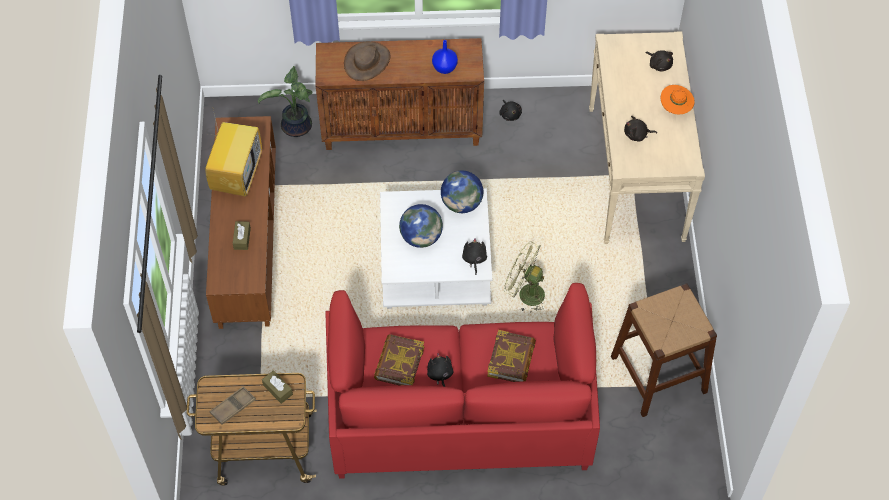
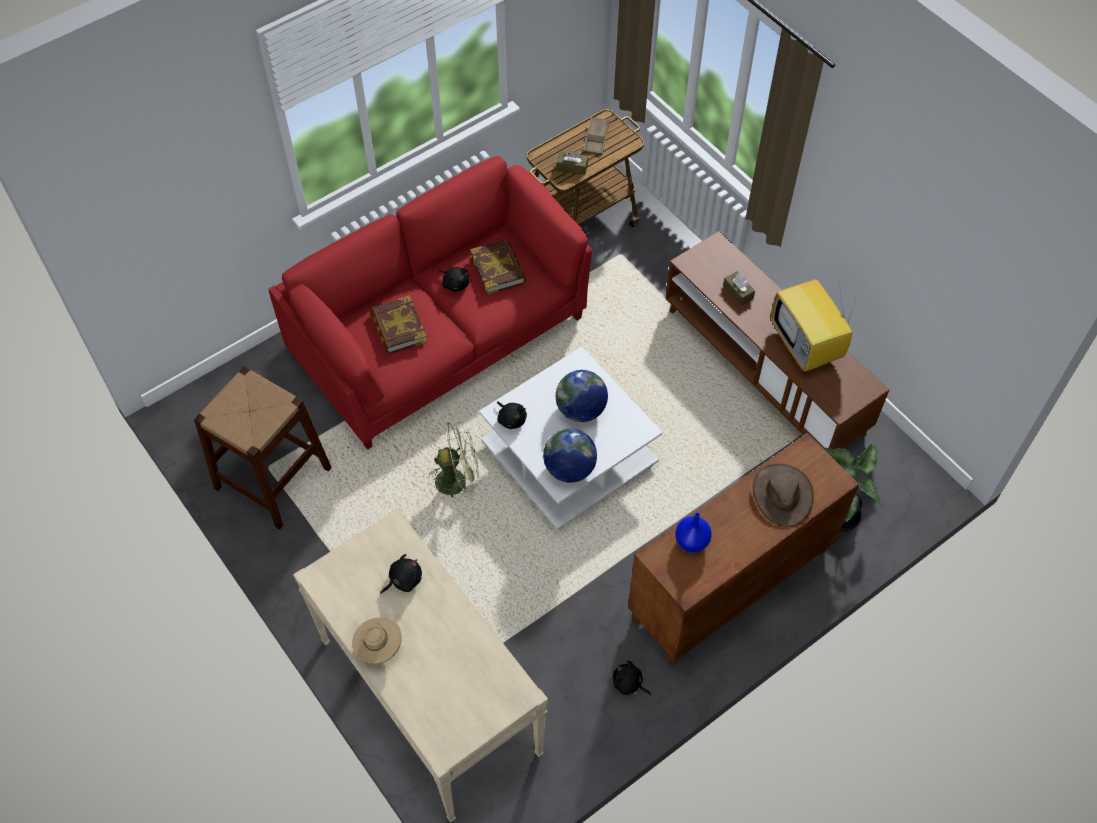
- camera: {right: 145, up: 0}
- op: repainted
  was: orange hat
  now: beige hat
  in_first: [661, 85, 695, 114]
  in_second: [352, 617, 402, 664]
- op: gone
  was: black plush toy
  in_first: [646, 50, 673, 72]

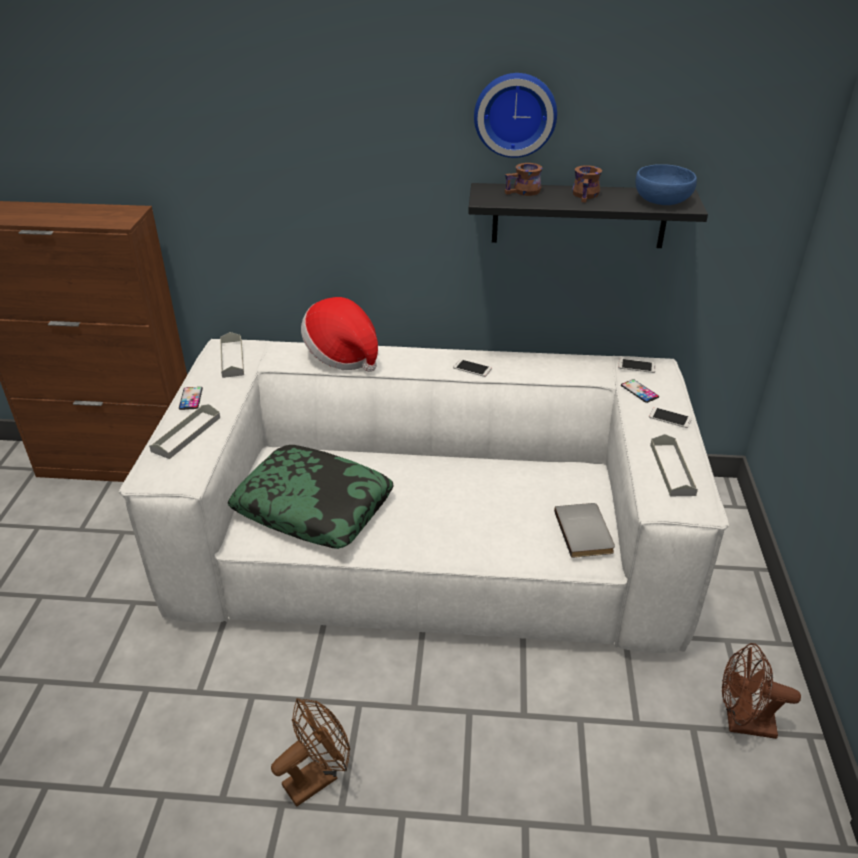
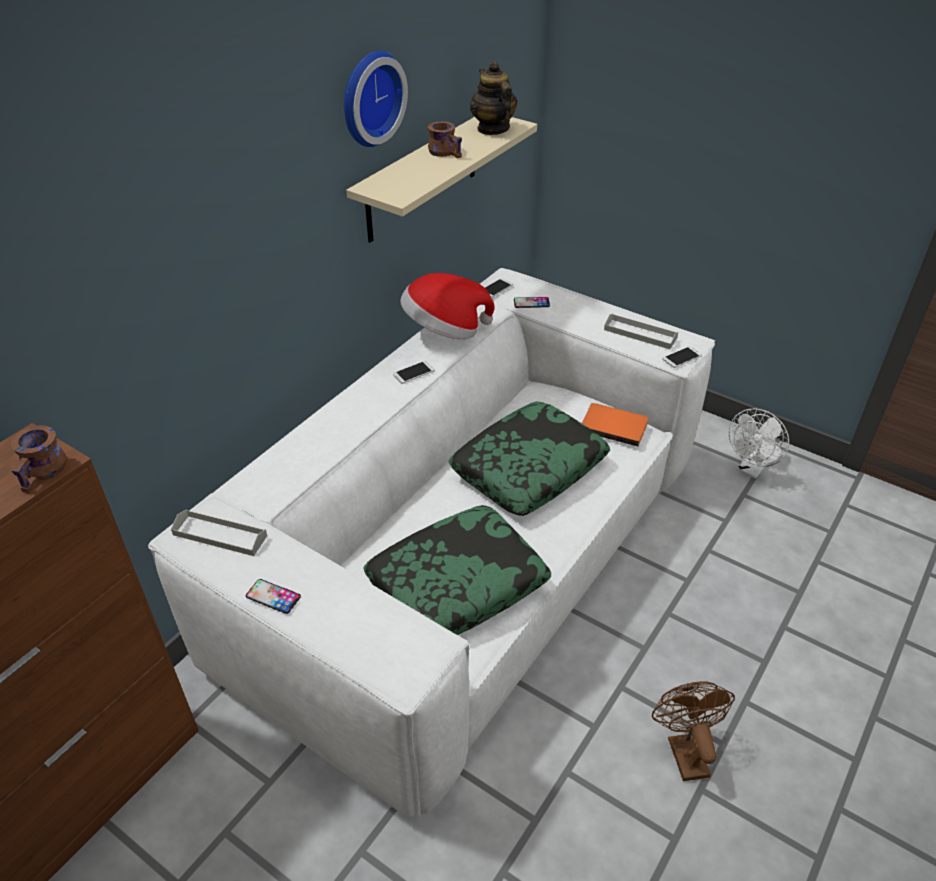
- camera: {right: -60, up: 5}
- op: shifted
  was: brown mug
  in_first: [505, 163, 542, 196]
  in_second: [11, 425, 66, 493]
- op: repainted
  was: black shelf
  now: beige shelf
  in_first: [468, 183, 708, 248]
  in_second: [346, 117, 537, 243]
- op: shifted
  was: hat
  in_first: [301, 297, 378, 372]
  in_second: [400, 273, 495, 339]
- op: new
  now: pillow
  in_second: [448, 402, 610, 516]
- op: swapped
  was: blue bowl
  now: teapot
  in_first: [635, 164, 697, 205]
  in_second: [470, 61, 517, 135]
- op: repainted
  was: grey book
  now: orange book
  in_first: [554, 503, 615, 558]
  in_second: [582, 403, 648, 447]
- op: shifted
  was: phone
  in_first: [649, 407, 692, 428]
  in_second: [662, 346, 702, 368]
- op: repainted
  was: brown fan
  now: white fan
  in_first: [722, 643, 801, 739]
  in_second: [729, 408, 789, 479]
- op: gone
  was: grey tray
  in_first: [149, 404, 220, 459]

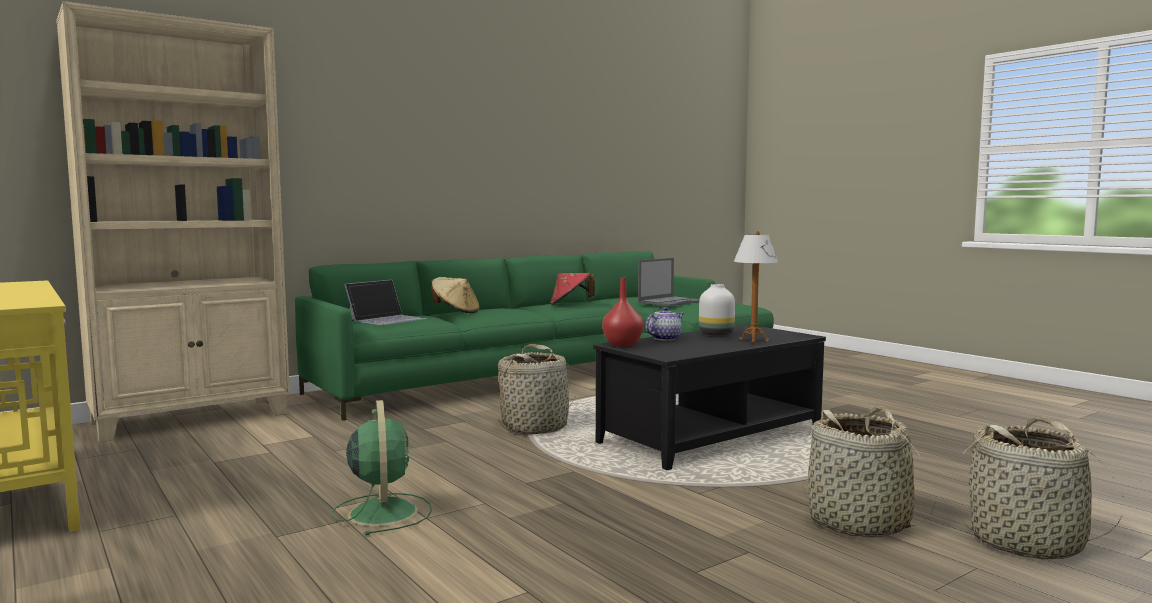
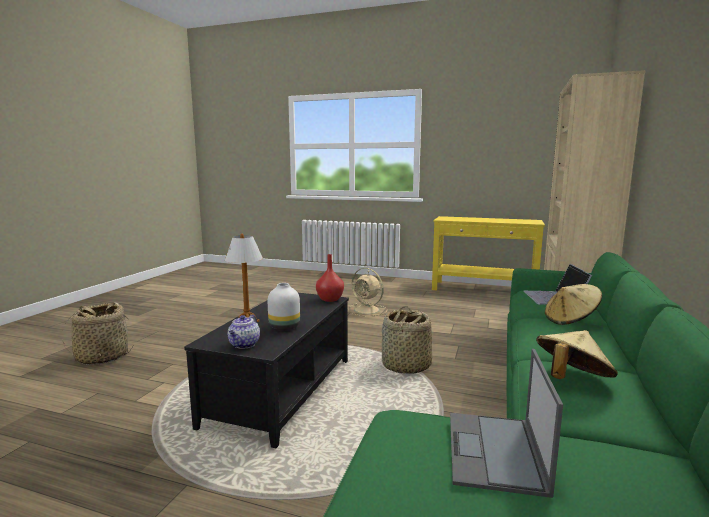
- camera: {right: 145, up: 5}
- op: shifted
  was: teapot
  in_first: [645, 307, 684, 341]
  in_second: [228, 314, 260, 349]
- op: repainted
  was: green fan
  now: beige fan
  in_first: [331, 400, 432, 535]
  in_second: [348, 268, 387, 317]
- op: repainted
  was: red hat
  now: beige hat
  in_first: [551, 273, 595, 305]
  in_second: [536, 330, 618, 379]
- op: gone
  was: basket
  in_first: [802, 406, 935, 538]

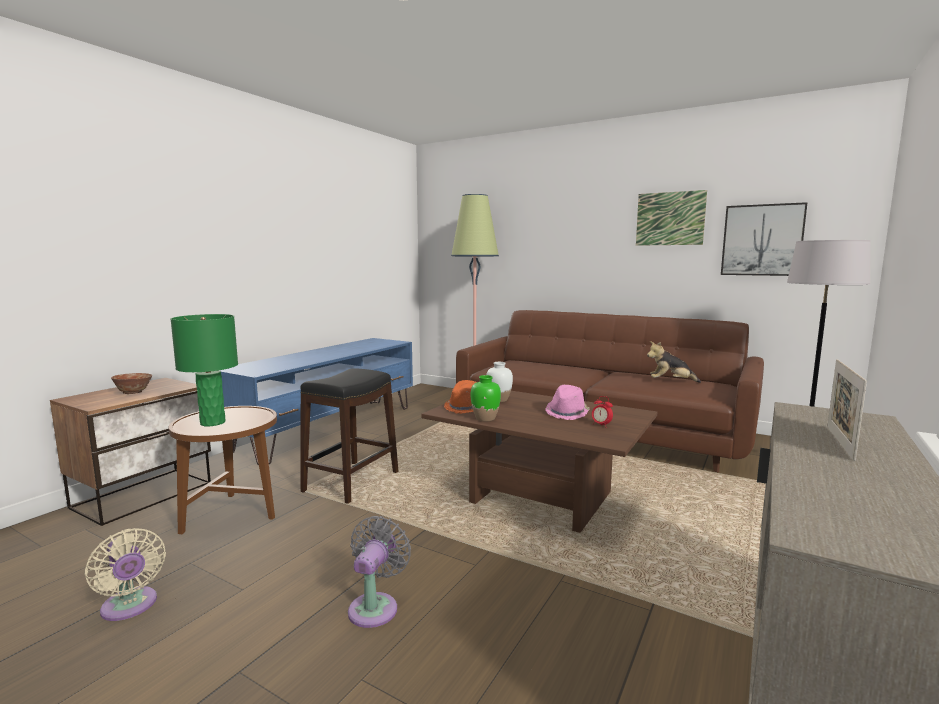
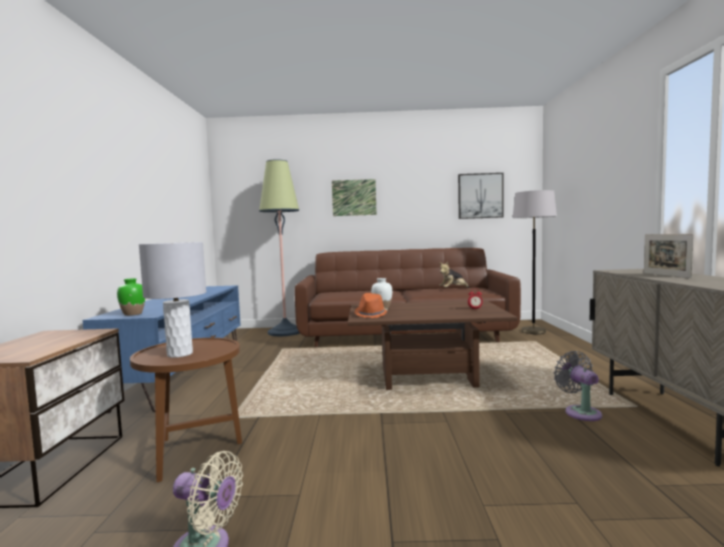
- camera: {right: -30, up: -5}
- op: shifted
  was: green vase
  in_first: [471, 375, 501, 422]
  in_second: [117, 278, 145, 316]
- op: repainted
  was: green table lamp
  now: grey table lamp
  in_first: [170, 314, 238, 426]
  in_second: [139, 242, 206, 358]
- op: shifted
  was: picture
  in_first: [636, 190, 707, 246]
  in_second: [332, 179, 377, 216]
- op: shifted
  was: grey fan
  in_first: [348, 516, 411, 628]
  in_second: [554, 351, 602, 421]
- op: gone
  was: bowl
  in_first: [111, 373, 152, 394]
- op: gone
  was: black stool
  in_first: [300, 369, 399, 504]
- op: gone
  was: pink hat
  in_first: [545, 385, 590, 420]

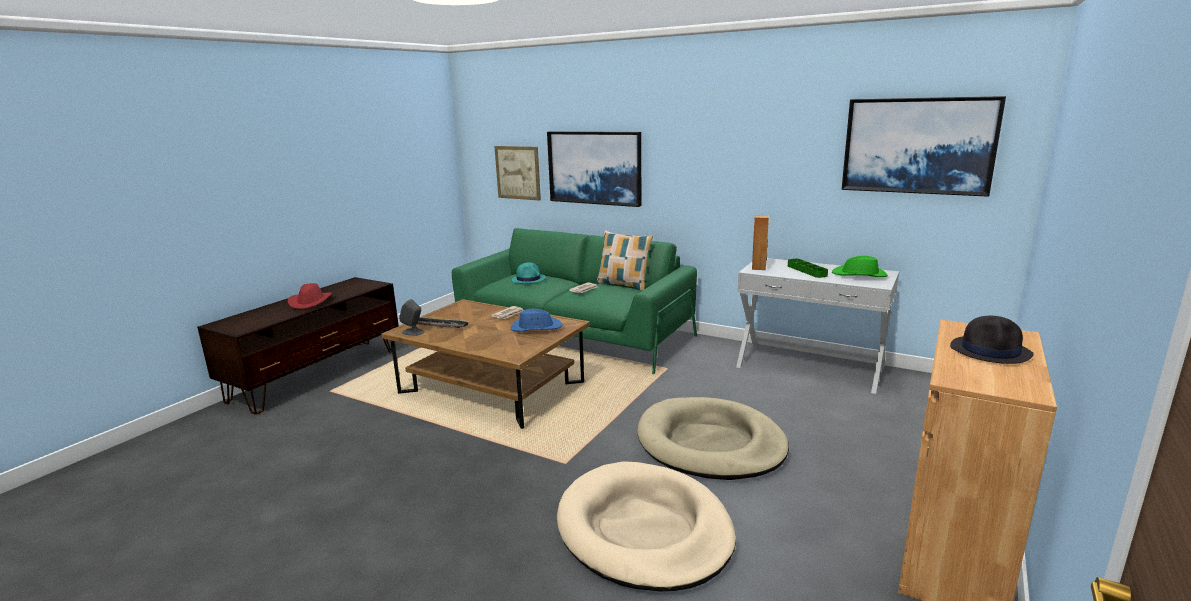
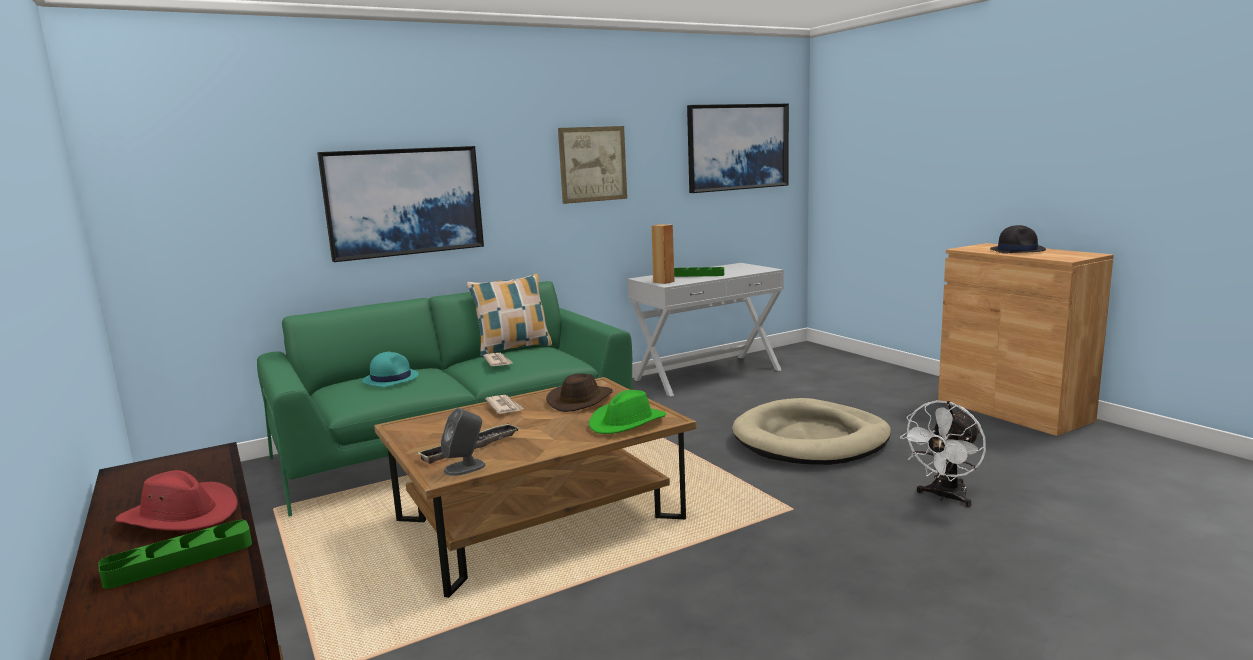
- camera: {right: -60, up: -5}
- op: new
  now: green tray
  in_second: [98, 520, 252, 589]
- op: repainted
  was: blue hat
  now: brown hat
  in_first: [511, 309, 563, 332]
  in_second: [546, 373, 613, 412]
- op: shifted
  was: picture
  in_first: [494, 146, 541, 200]
  in_second: [558, 126, 627, 204]
- op: shifted
  was: green hat
  in_first: [832, 256, 888, 277]
  in_second: [589, 390, 666, 434]
- op: swapped
  was: beige dog bed
  now: white fan
  in_first: [557, 461, 736, 592]
  in_second: [900, 400, 986, 507]

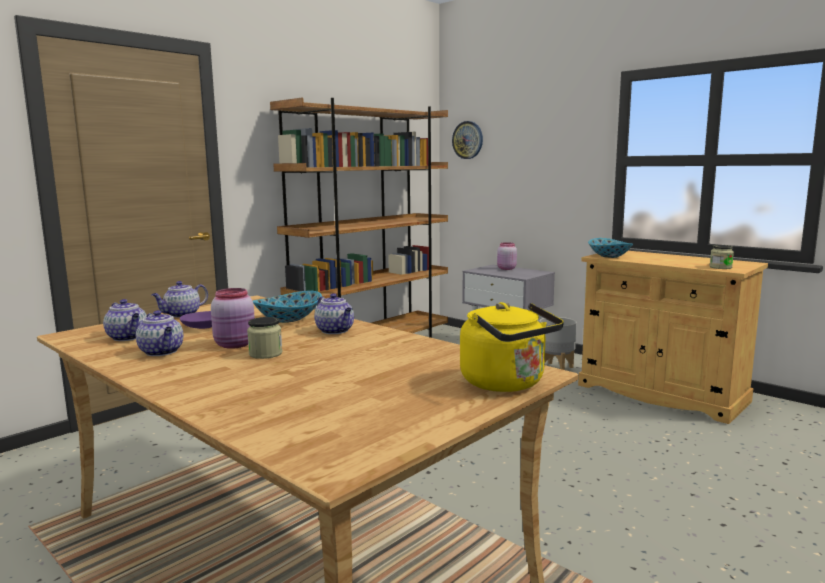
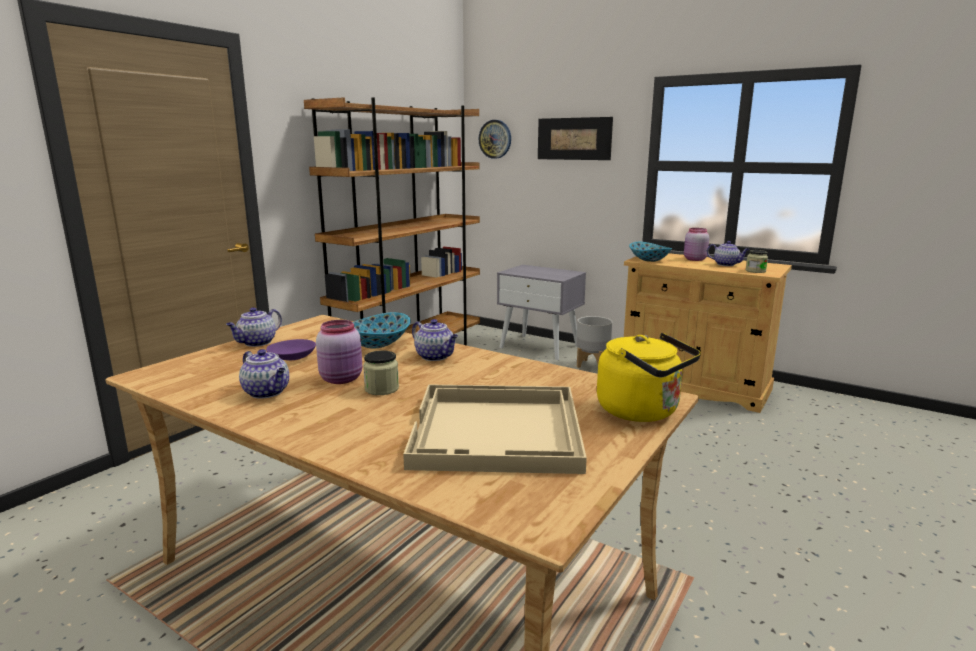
- camera: {right: -10, up: 5}
- op: new
  now: beige tray
  in_second: [403, 384, 587, 474]
- op: new
  now: picture
  in_second: [538, 117, 613, 160]
- op: shifted
  was: pink jar
  in_first: [497, 242, 517, 270]
  in_second: [684, 228, 709, 261]
- op: shifted
  was: teapot
  in_first: [103, 299, 147, 341]
  in_second: [707, 241, 750, 266]

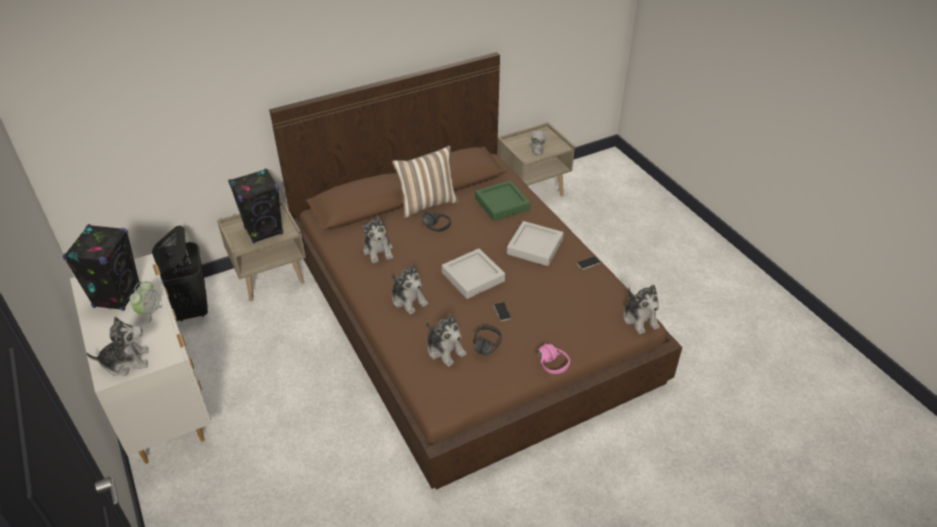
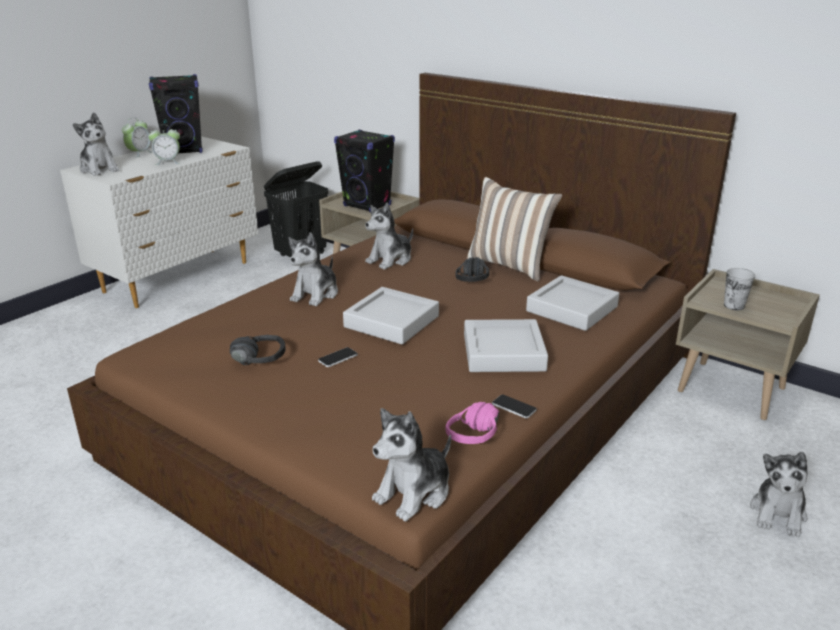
- camera: {right: 65, up: -15}
- op: new
  now: alarm clock
  in_second: [122, 117, 153, 158]
- op: shifted
  was: pink headphones
  in_first: [538, 344, 570, 374]
  in_second: [445, 402, 499, 444]
- op: repainted
  was: green tray
  now: grey tray
  in_first: [475, 180, 530, 221]
  in_second: [526, 275, 619, 331]
- op: shifted
  was: plush toy
  in_first: [426, 314, 467, 367]
  in_second: [750, 452, 808, 537]

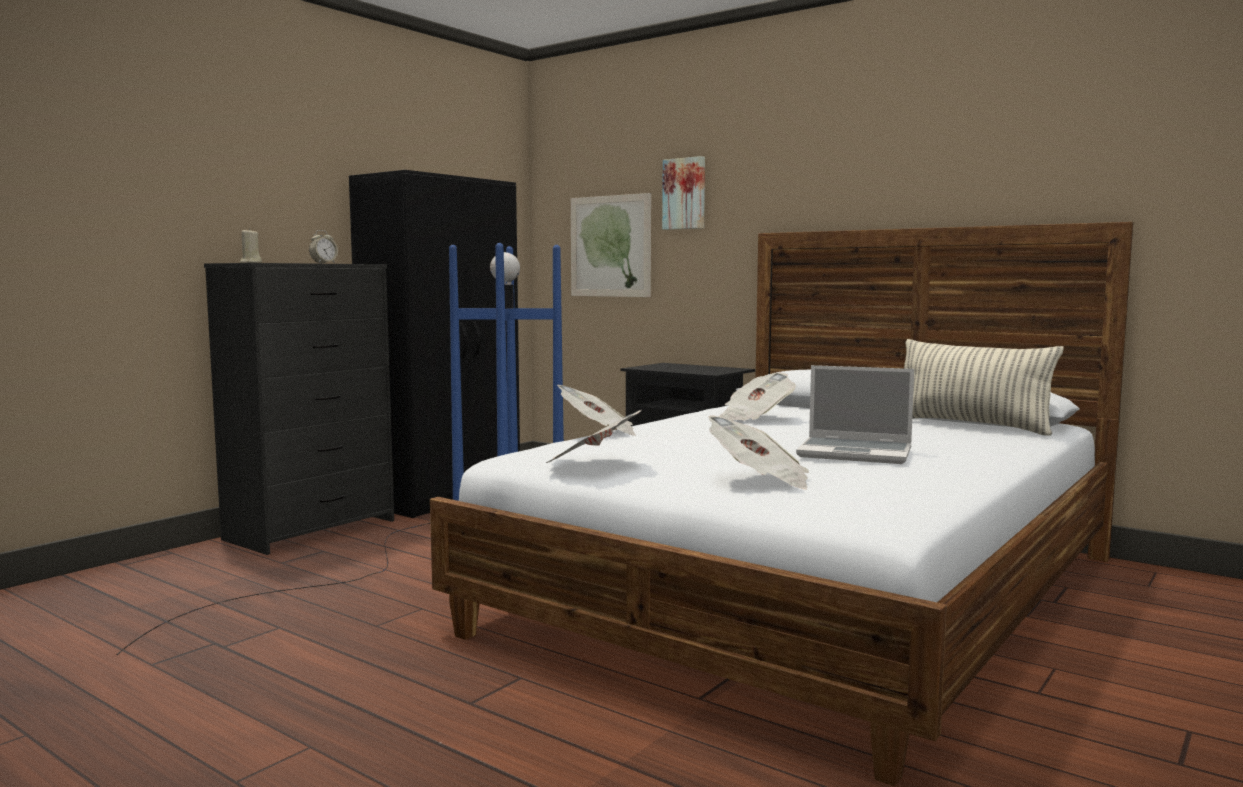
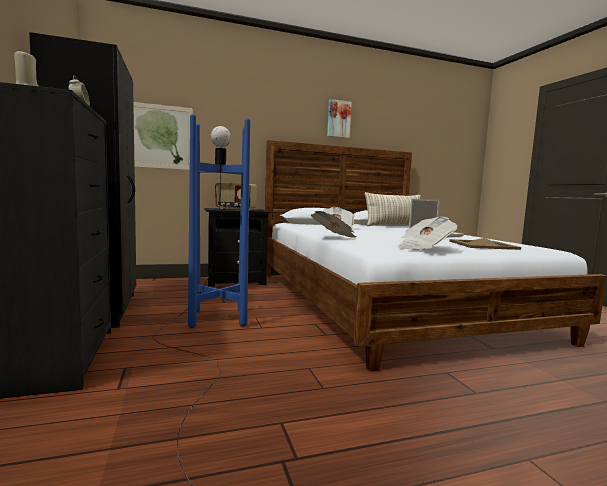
- camera: {right: -55, up: 0}
- op: new
  now: radio
  in_second: [215, 183, 257, 210]
- op: shifted
  was: picture
  in_first: [662, 156, 705, 230]
  in_second: [327, 99, 352, 138]
- op: swapped
  was: newspaper
  now: beige tray
  in_first: [709, 415, 809, 490]
  in_second: [449, 238, 521, 250]

